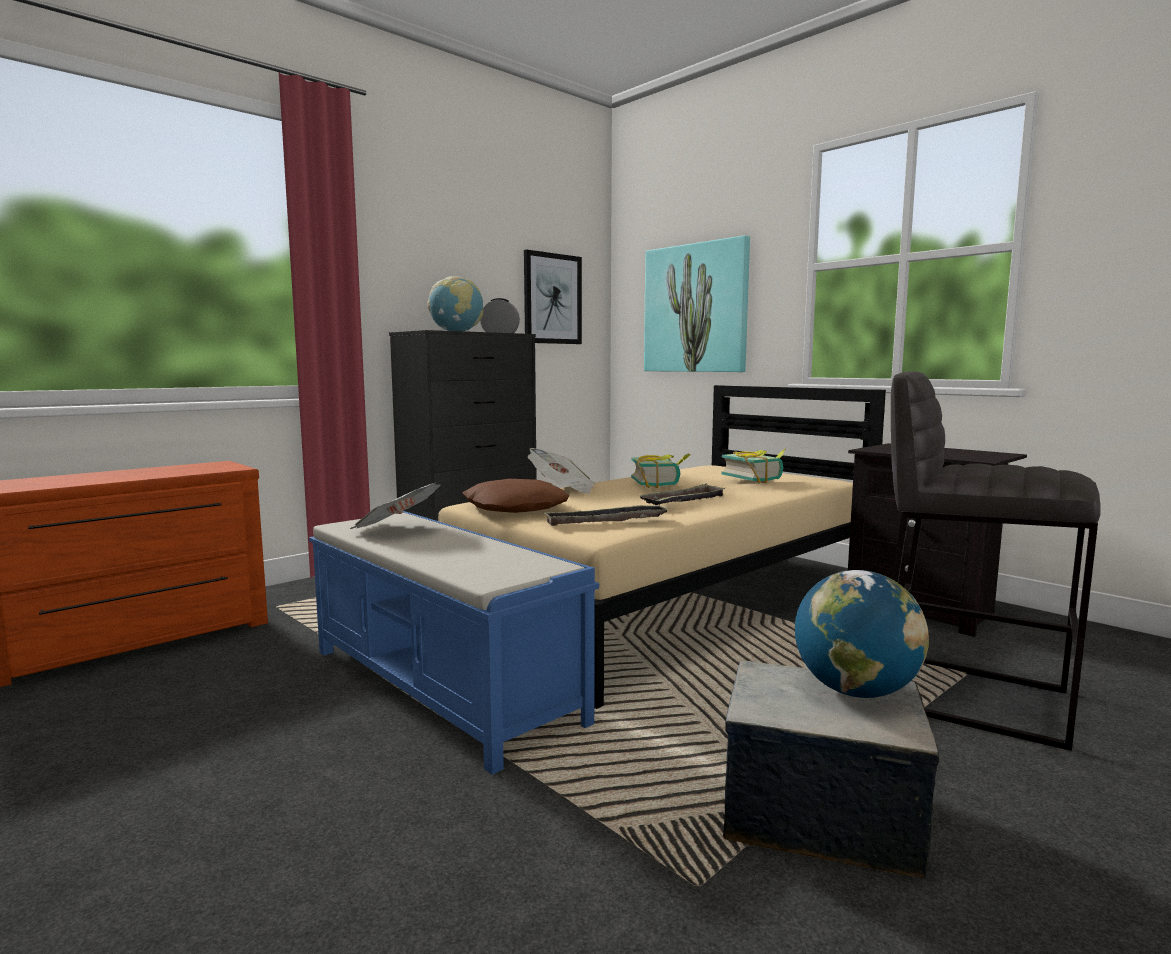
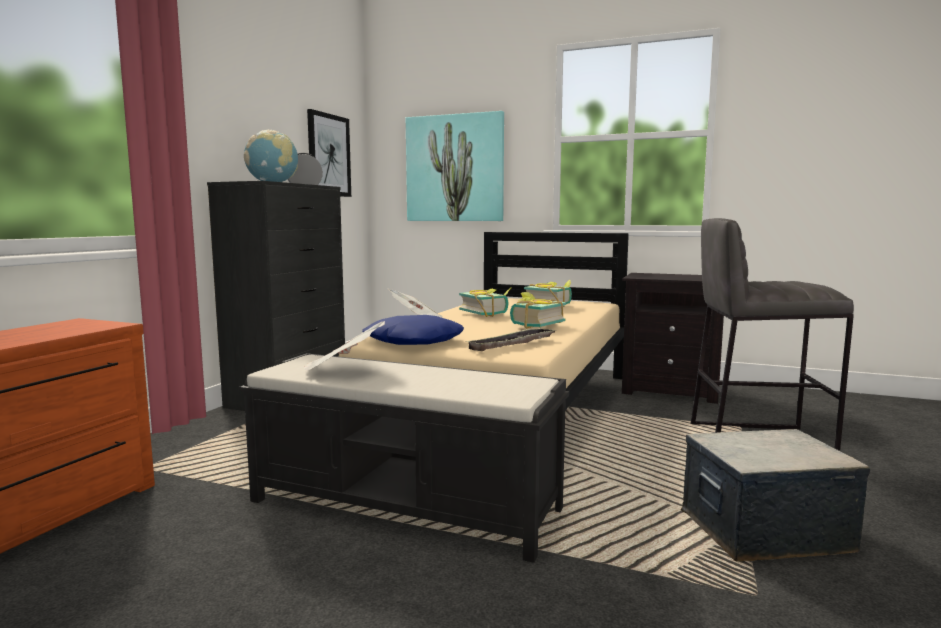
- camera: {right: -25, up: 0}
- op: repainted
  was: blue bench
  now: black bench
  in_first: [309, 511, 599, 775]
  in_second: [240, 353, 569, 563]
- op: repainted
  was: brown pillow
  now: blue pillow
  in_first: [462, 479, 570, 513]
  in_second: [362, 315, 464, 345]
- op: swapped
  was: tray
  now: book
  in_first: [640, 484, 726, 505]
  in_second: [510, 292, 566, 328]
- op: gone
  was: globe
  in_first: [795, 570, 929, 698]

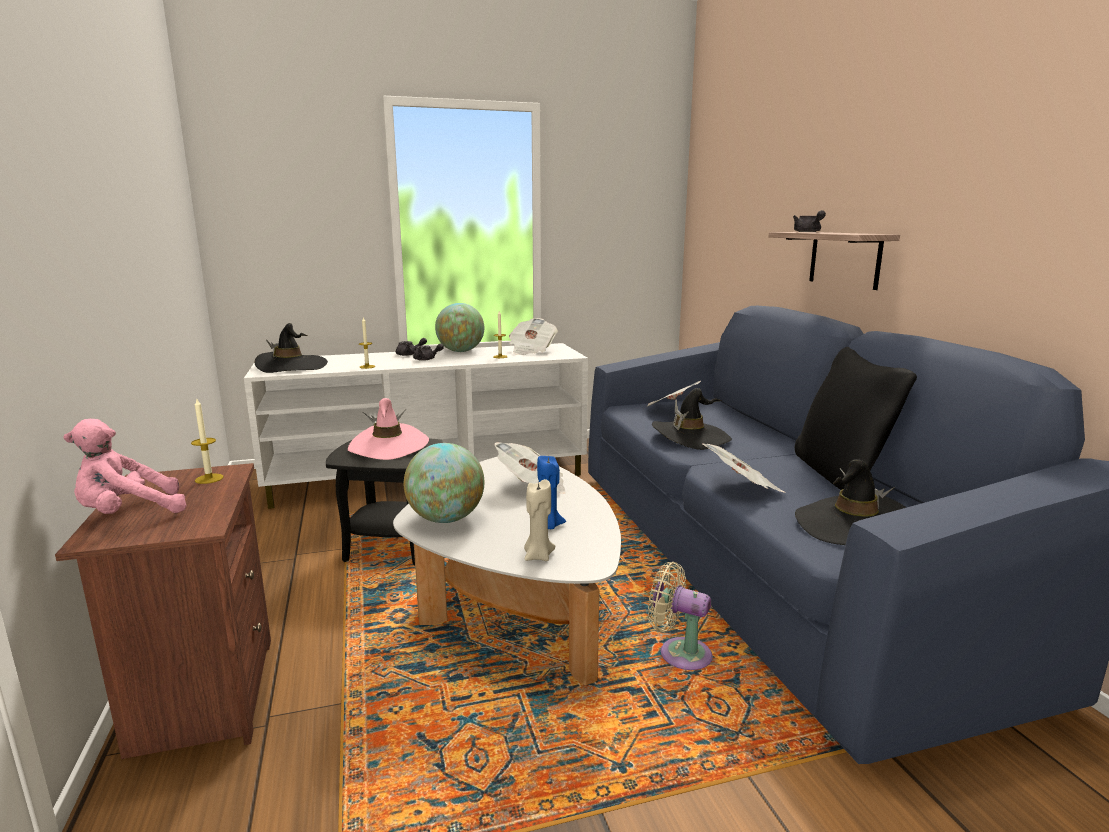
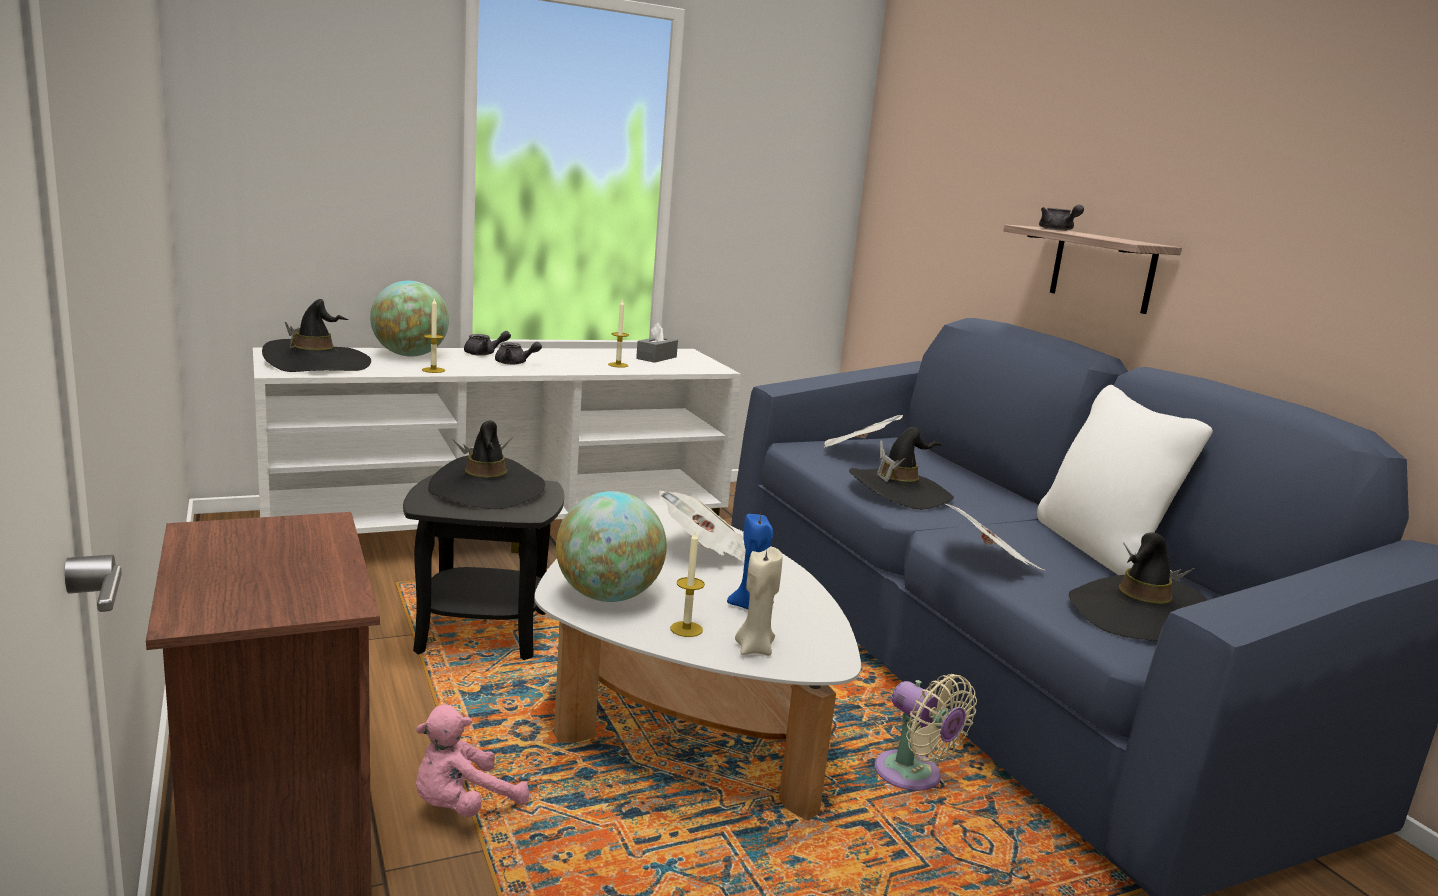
- camera: {right: -10, up: 0}
- op: shifted
  was: globe
  in_first: [435, 303, 484, 352]
  in_second: [370, 281, 449, 357]
- op: shifted
  was: pink plush toy
  in_first: [64, 419, 187, 514]
  in_second: [416, 704, 529, 817]
- op: repainted
  was: pink hat
  now: black hat
  in_first: [348, 398, 429, 460]
  in_second: [428, 421, 545, 509]
- op: swapped
  was: newspaper
  now: grey tissue box
  in_first: [509, 318, 558, 355]
  in_second: [636, 323, 678, 363]
- op: shifted
  was: candle
  in_first: [191, 399, 224, 484]
  in_second: [670, 530, 705, 637]
- op: rotated
  was: beige fan
  in_first: [648, 562, 713, 670]
  in_second: [875, 674, 977, 791]
  clockwise: -150
- op: repainted
  was: black pillow
  now: white pillow
  in_first: [795, 347, 917, 490]
  in_second: [1037, 385, 1213, 575]

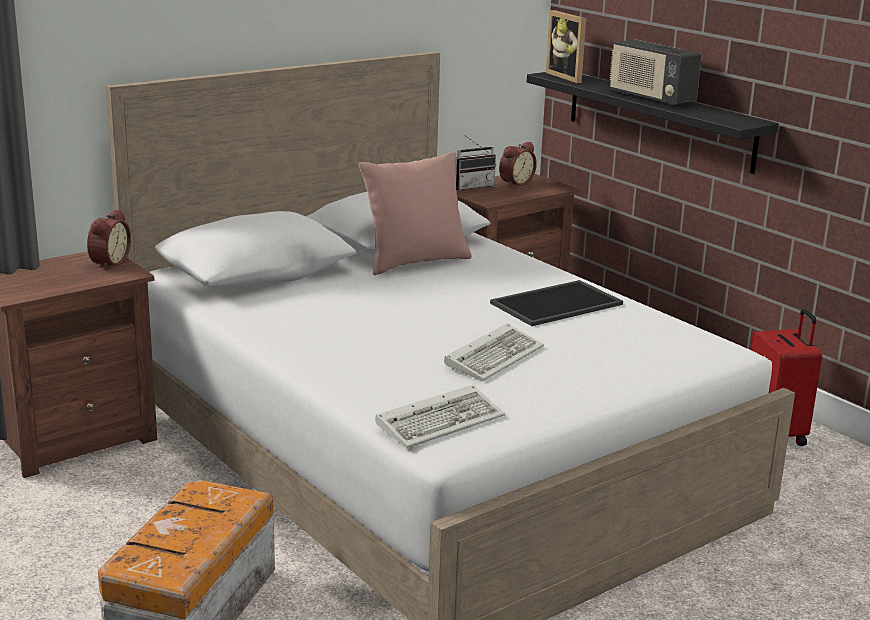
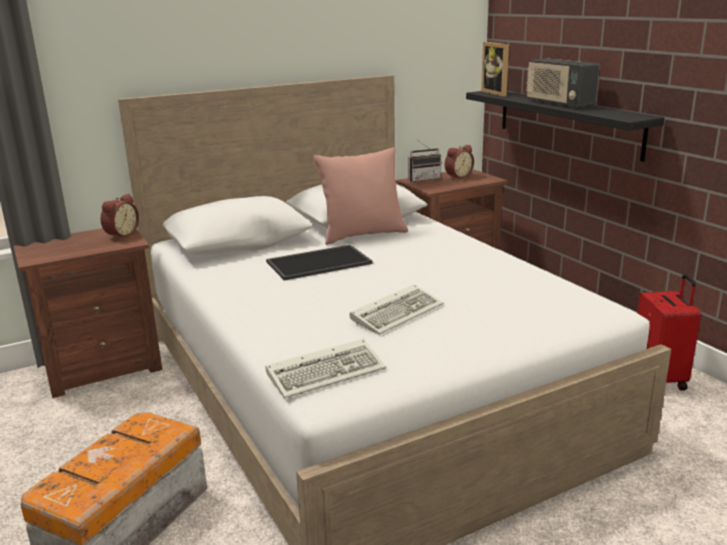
- camera: {right: 10, up: 0}
- op: shifted
  was: tray
  in_first: [490, 280, 623, 326]
  in_second: [266, 245, 373, 280]

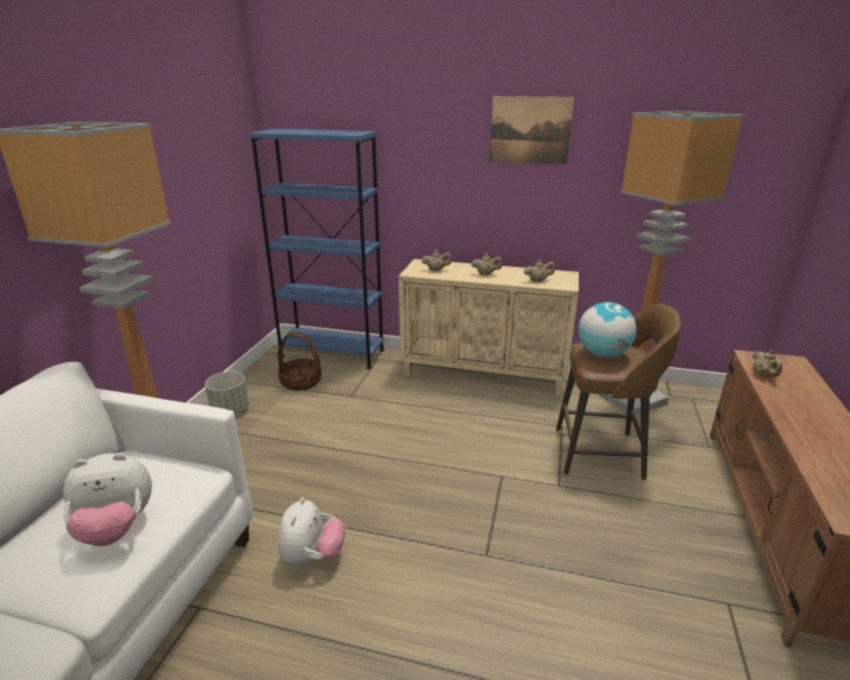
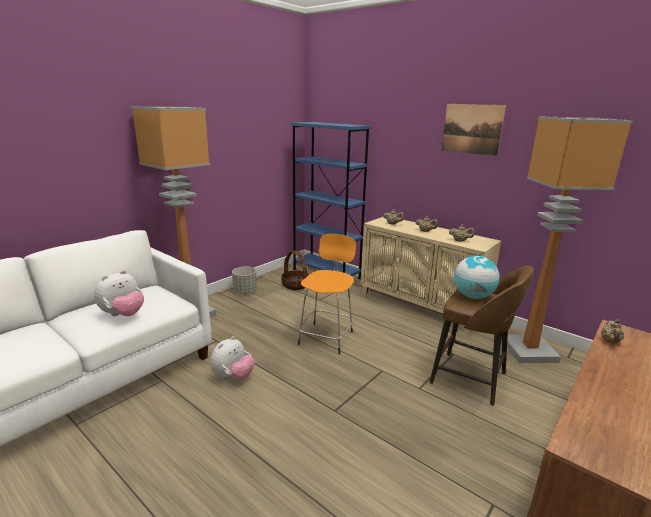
- camera: {right: 25, up: -5}
- op: rotated
  was: plush toy
  in_first: [63, 453, 152, 546]
  in_second: [94, 270, 144, 316]
  clockwise: -60
- op: new
  now: orange stool
  in_second: [298, 234, 356, 354]

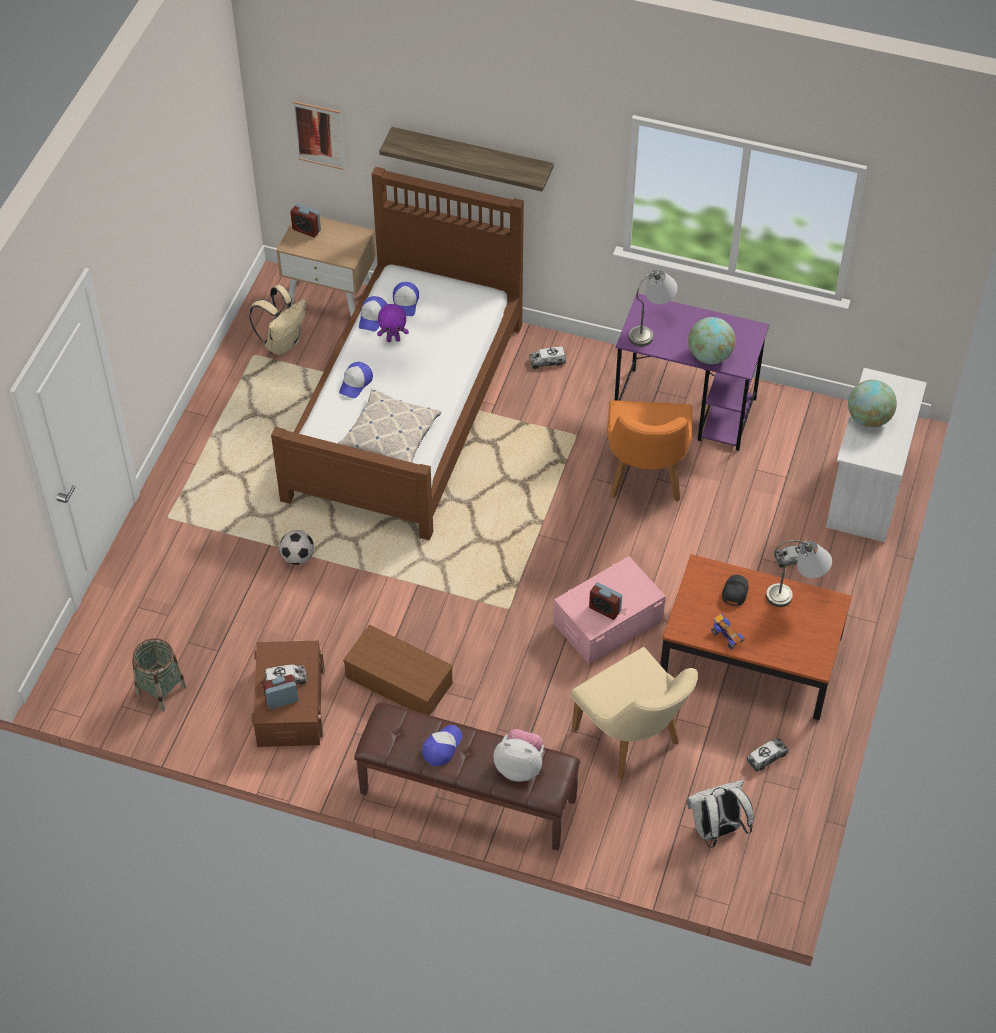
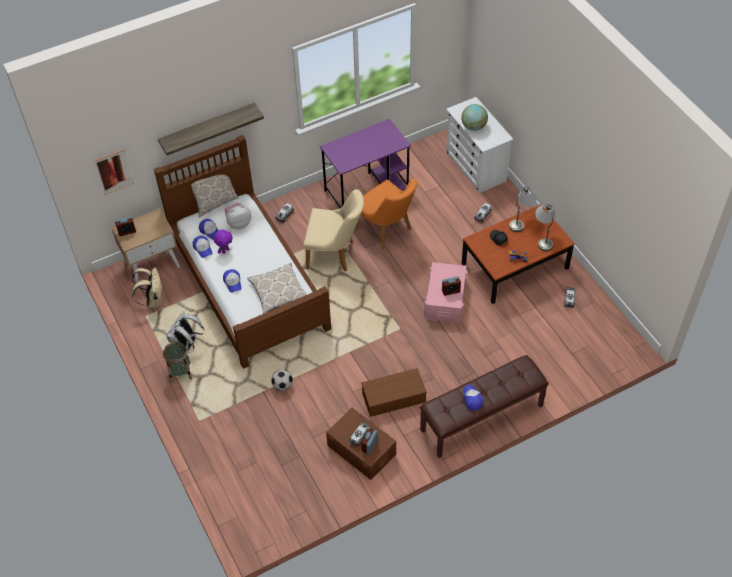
- camera: {right: -45, up: 0}
- op: shifted
  was: basket
  in_first: [132, 638, 187, 711]
  in_second: [163, 342, 192, 383]
- op: shifted
  was: white backpack
  in_first: [687, 780, 754, 848]
  in_second: [167, 312, 204, 352]
- op: new
  now: pillow
  in_second: [191, 160, 239, 218]
- op: shifted
  was: plush toy
  in_first: [493, 729, 544, 782]
  in_second: [225, 203, 251, 229]
- op: shifted
  was: beige chair
  in_first: [571, 647, 698, 779]
  in_second: [303, 189, 364, 271]
- op: shifted
  was: grey table lamp
  in_first: [629, 270, 677, 347]
  in_second: [535, 204, 555, 251]
- op: gone
  was: globe
  in_first: [688, 317, 735, 364]

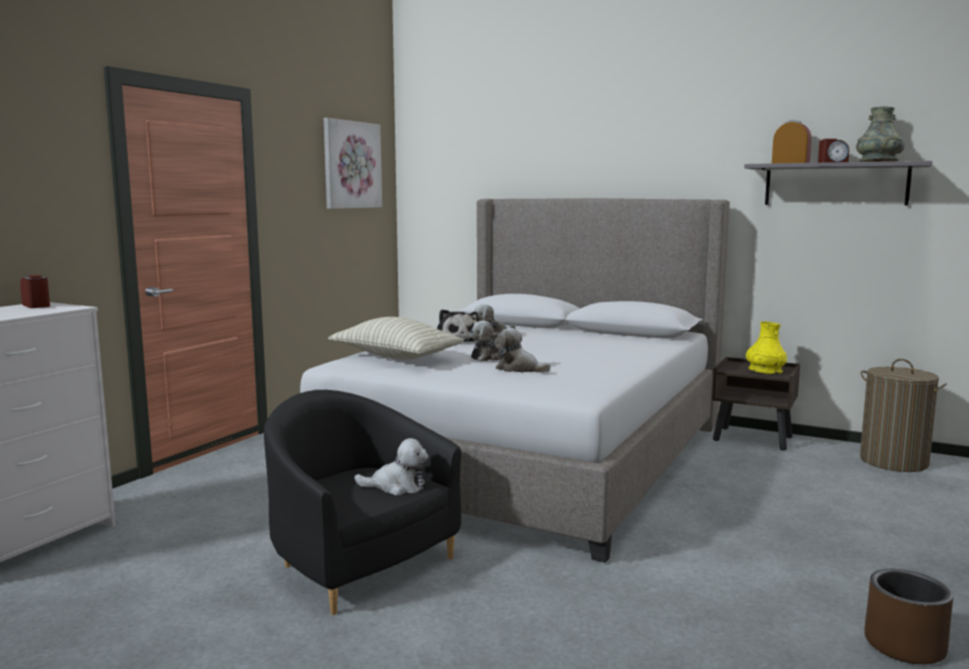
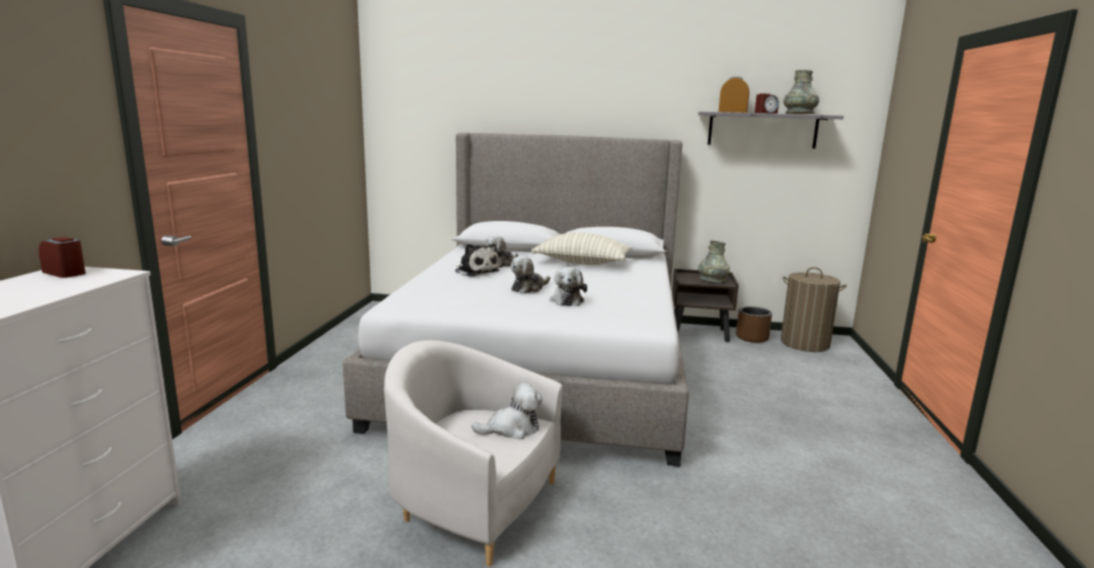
- camera: {right: -20, up: 5}
- op: repainted
  was: black armchair
  now: white armchair
  in_first: [264, 390, 461, 615]
  in_second: [384, 340, 563, 567]
- op: shifted
  was: pillow
  in_first: [328, 317, 464, 360]
  in_second: [531, 232, 633, 265]
- op: rotated
  was: plush toy
  in_first: [495, 328, 550, 373]
  in_second: [550, 267, 587, 306]
  clockwise: -105
- op: repainted
  was: yellow vase
  now: grey vase
  in_first: [746, 321, 787, 374]
  in_second: [698, 241, 730, 283]
- op: shifted
  was: brown planter
  in_first: [864, 569, 953, 664]
  in_second: [736, 306, 772, 343]
- op: gone
  was: picture
  in_first: [324, 118, 382, 209]

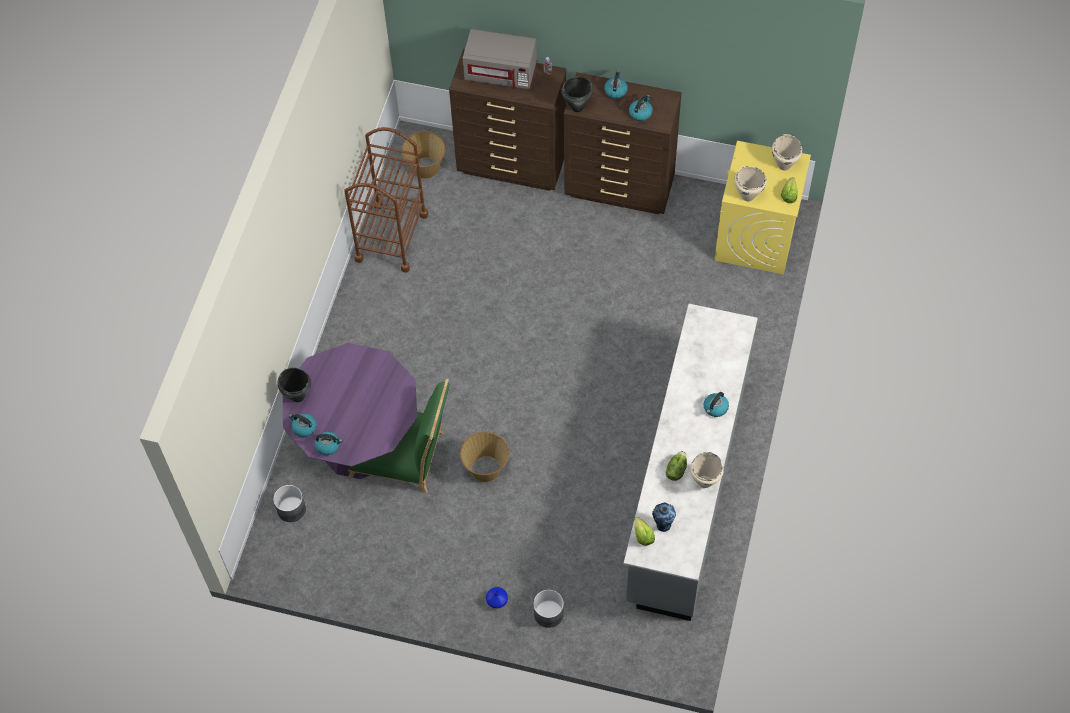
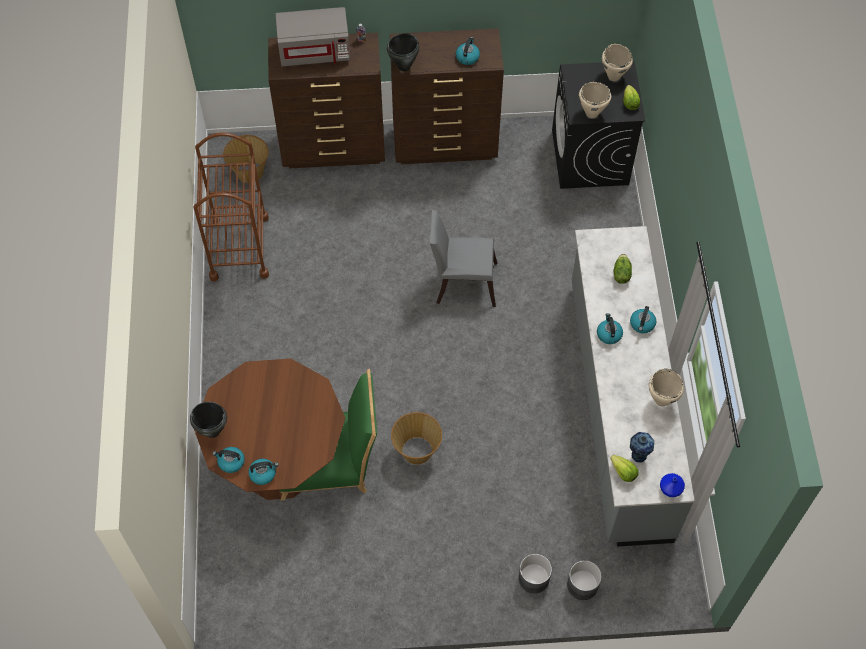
- camera: {right: -20, up: 0}
- op: repainted
  was: purple dining table
  now: brown dining table
  in_first: [283, 343, 417, 479]
  in_second: [194, 358, 345, 500]
- op: new
  now: grey chair
  in_second: [430, 210, 497, 307]
- op: repainted
  was: yellow washing machine
  now: black washing machine
  in_first: [714, 141, 811, 274]
  in_second: [552, 61, 646, 189]
- op: shifted
  was: grey planter
  in_first: [273, 485, 306, 522]
  in_second: [567, 560, 602, 600]
- op: shifted
  was: kettle
  in_first: [604, 71, 628, 99]
  in_second: [597, 313, 623, 344]
- op: shifted
  was: lettuce
  in_first: [666, 451, 687, 481]
  in_second: [614, 254, 632, 284]
- op: shifted
  was: blue vase
  in_first: [486, 587, 508, 608]
  in_second: [660, 473, 685, 497]

